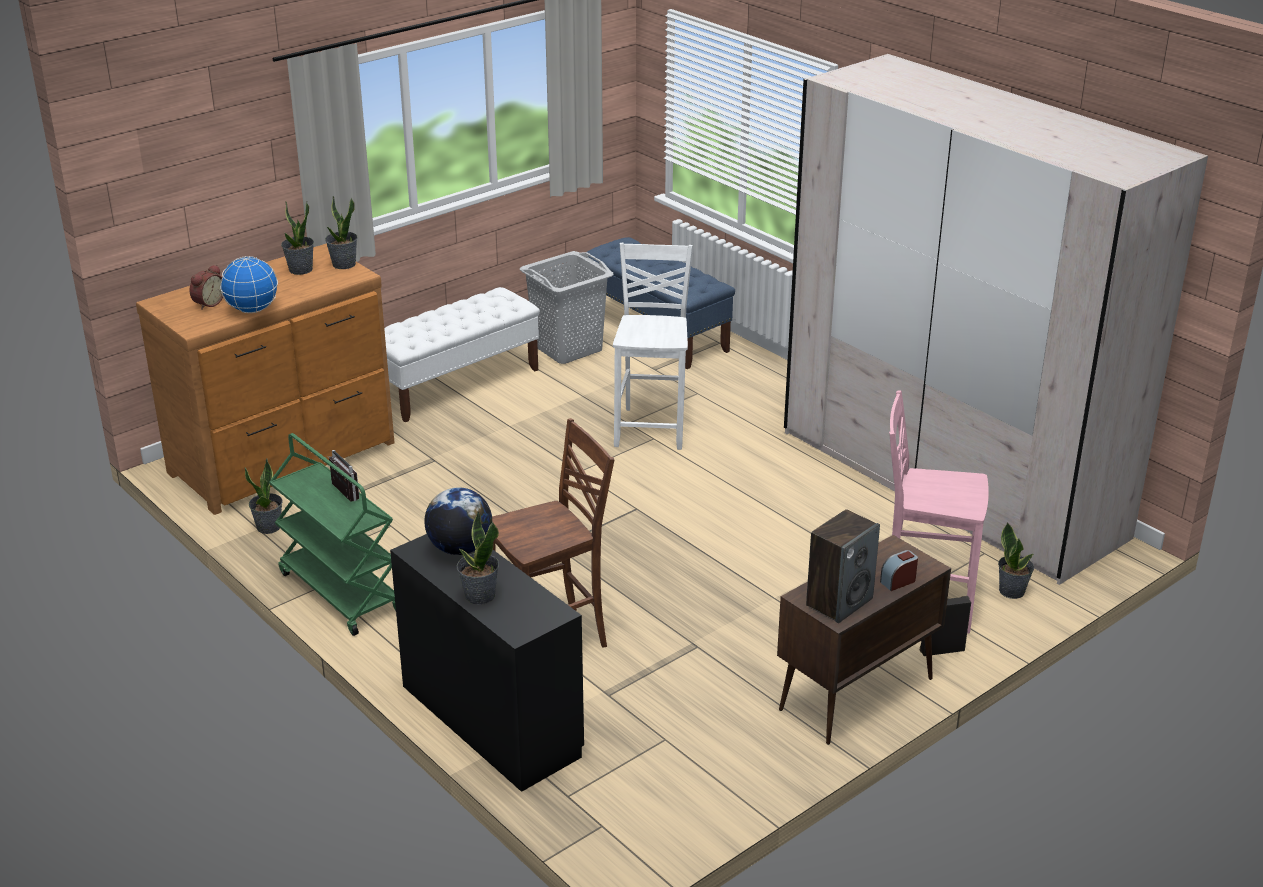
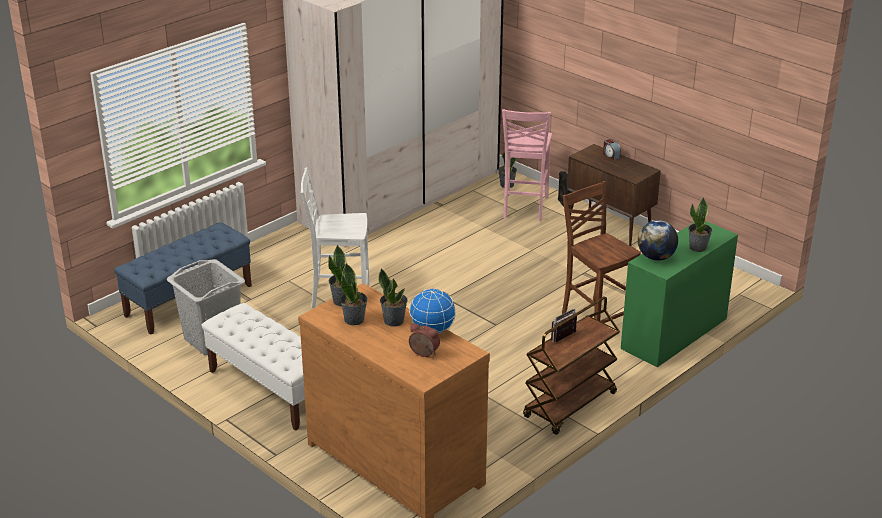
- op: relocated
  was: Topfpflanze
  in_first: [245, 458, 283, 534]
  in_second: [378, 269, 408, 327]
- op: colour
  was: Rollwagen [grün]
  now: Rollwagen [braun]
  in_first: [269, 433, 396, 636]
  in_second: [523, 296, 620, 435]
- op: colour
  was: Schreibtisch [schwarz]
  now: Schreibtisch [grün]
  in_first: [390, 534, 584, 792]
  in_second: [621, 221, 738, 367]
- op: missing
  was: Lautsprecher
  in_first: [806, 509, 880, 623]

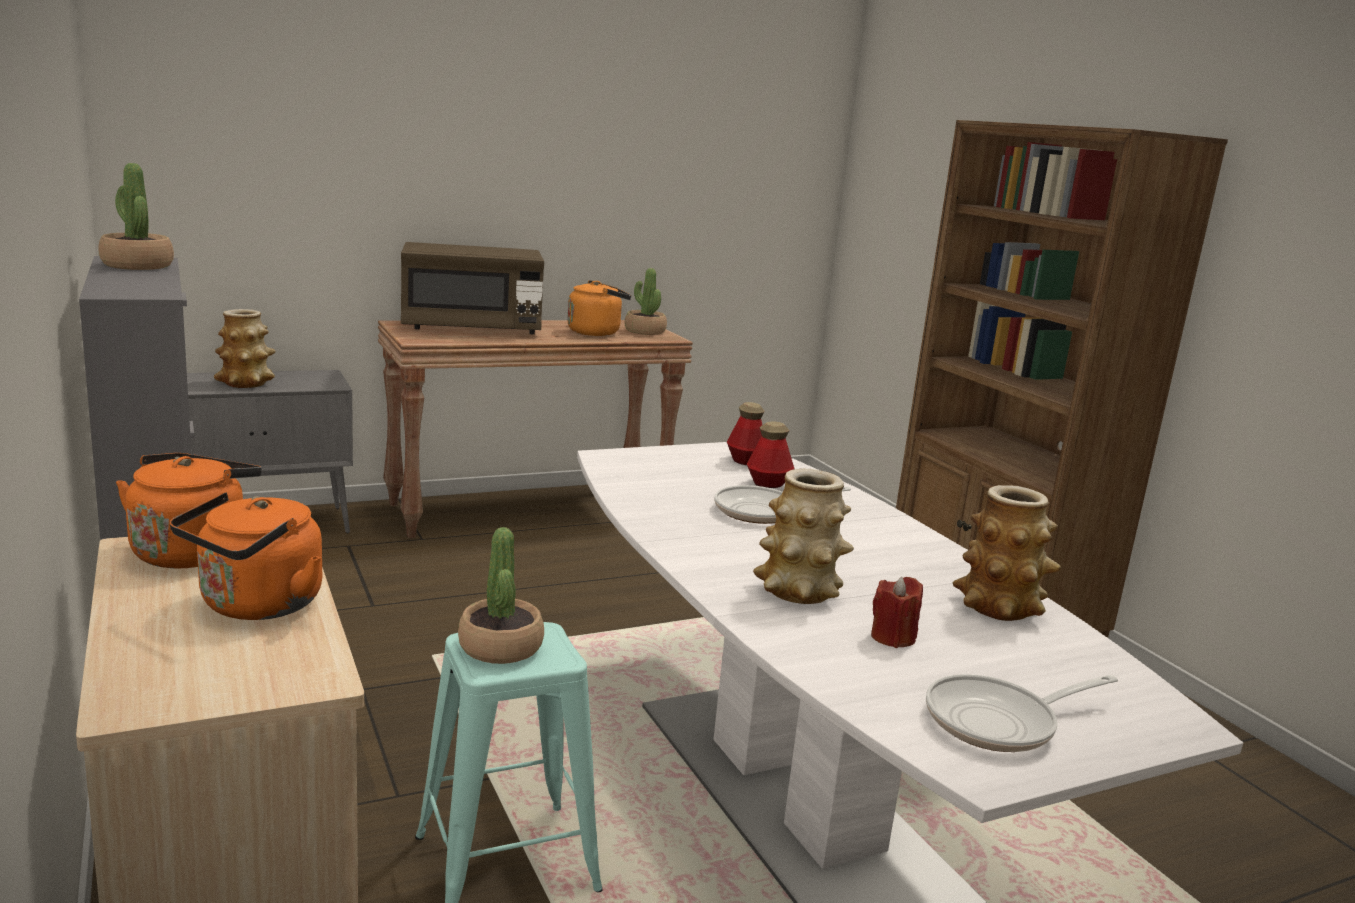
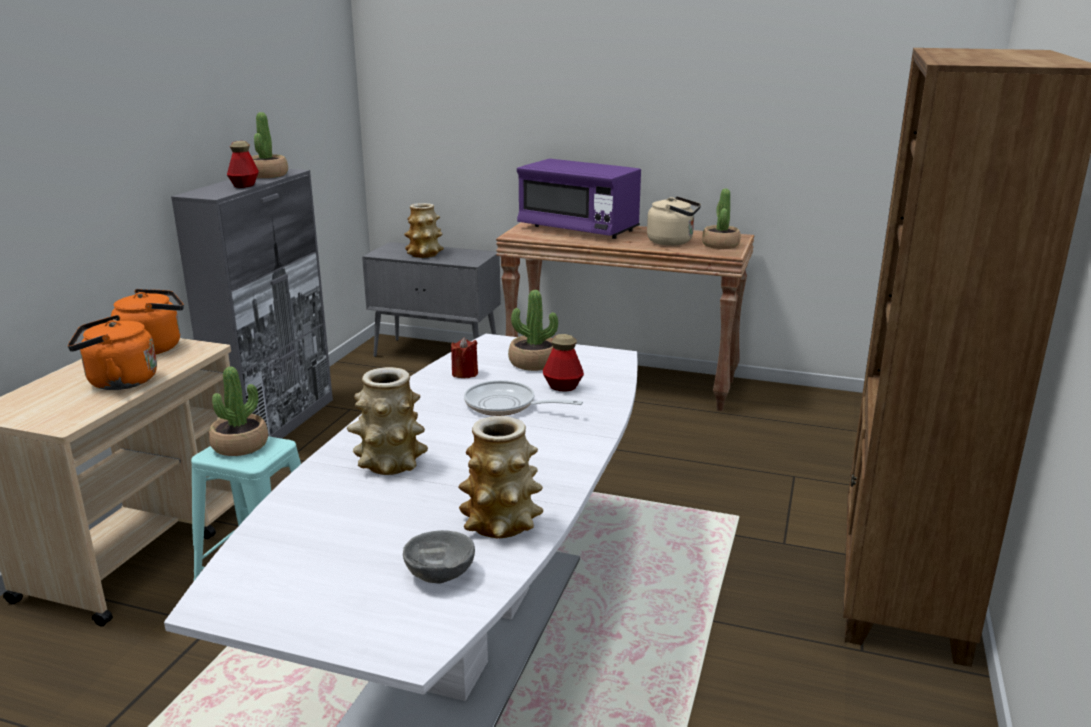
- op: colour
  was: Mikrowelle [braun]
  now: Mikrowelle [lila]
  in_first: [401, 242, 544, 334]
  in_second: [517, 159, 641, 239]
- op: colour
  was: Wasserkessel [orange]
  now: Wasserkessel [beige]
  in_first: [567, 280, 631, 336]
  in_second: [647, 196, 701, 246]
- op: relocated
  was: Flasche
  in_first: [727, 402, 764, 465]
  in_second: [227, 141, 259, 188]
- op: relocated
  was: Kerze [rot]
  in_first: [871, 576, 923, 648]
  in_second: [451, 337, 478, 378]
- op: missing
  was: Pfanne
  in_first: [926, 674, 1118, 752]
- op: appeared
  now: Schüssel [grau]
  in_second: [403, 530, 475, 583]
- op: appeared
  now: Topfpflanze
  in_second: [508, 290, 558, 371]

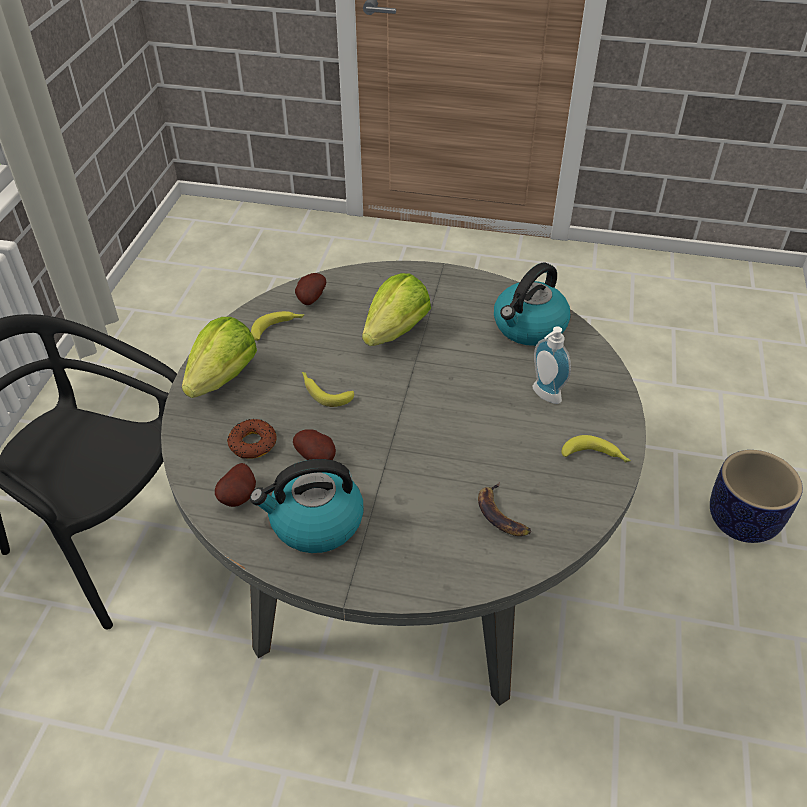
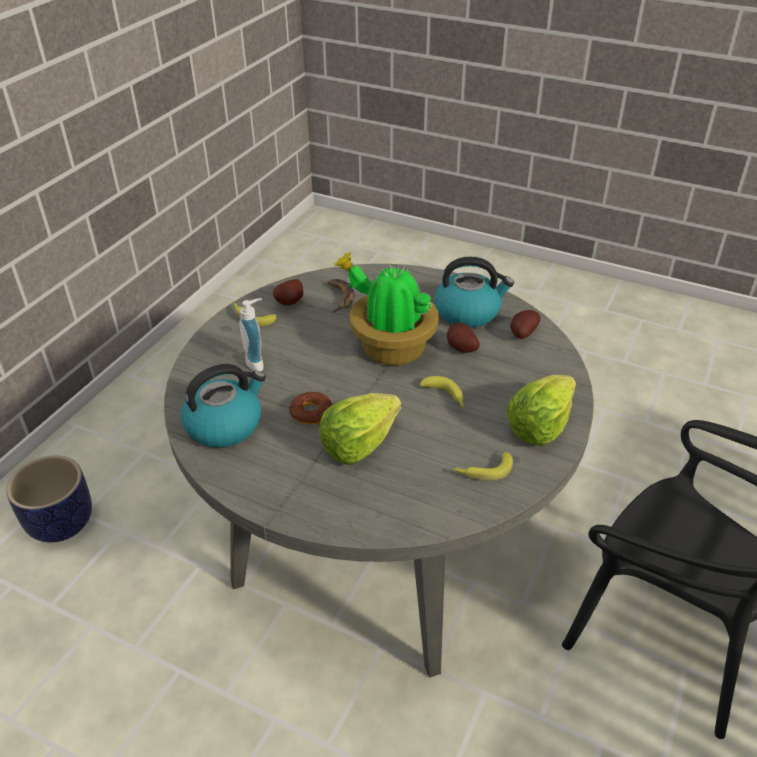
- op: relocated
  was: Donut
  in_first: [227, 419, 276, 459]
  in_second: [289, 392, 332, 424]
- op: relocated
  was: Kartoffel
  in_first: [295, 273, 326, 305]
  in_second: [273, 279, 303, 305]
- op: appeared
  now: Topfpflanze
  in_second: [334, 252, 439, 365]

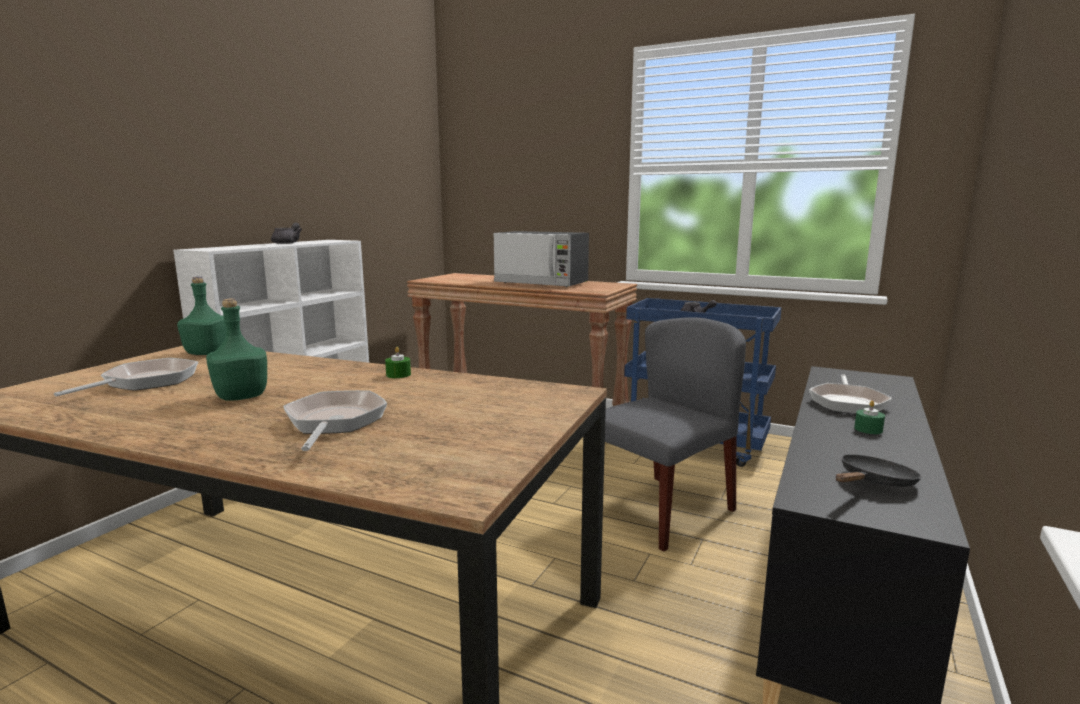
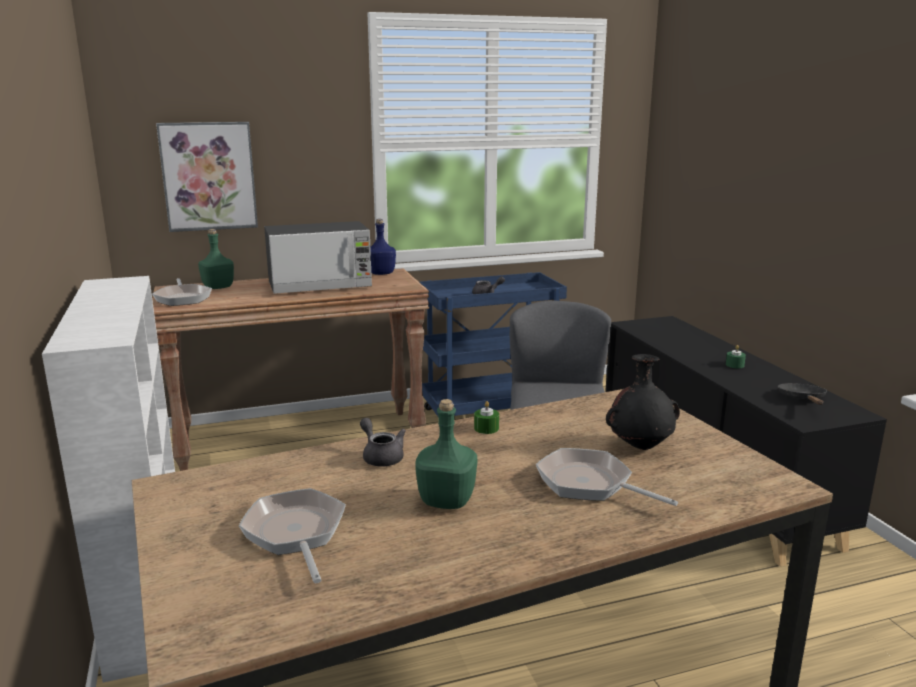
- op: relocated
  was: Flasche [grün]
  in_first: [177, 277, 227, 355]
  in_second: [198, 229, 234, 289]
- op: relocated
  was: Teekanne [grau]
  in_first: [271, 223, 302, 244]
  in_second: [360, 418, 406, 467]
- op: relocated
  was: Pfanne
  in_first: [809, 374, 892, 414]
  in_second: [152, 278, 212, 306]
- op: appeared
  now: Bild
  in_second: [156, 122, 258, 232]
- op: appeared
  now: Flasche [blau]
  in_second: [370, 219, 396, 275]
- op: appeared
  now: Vase [schwarz]
  in_second: [606, 354, 680, 450]

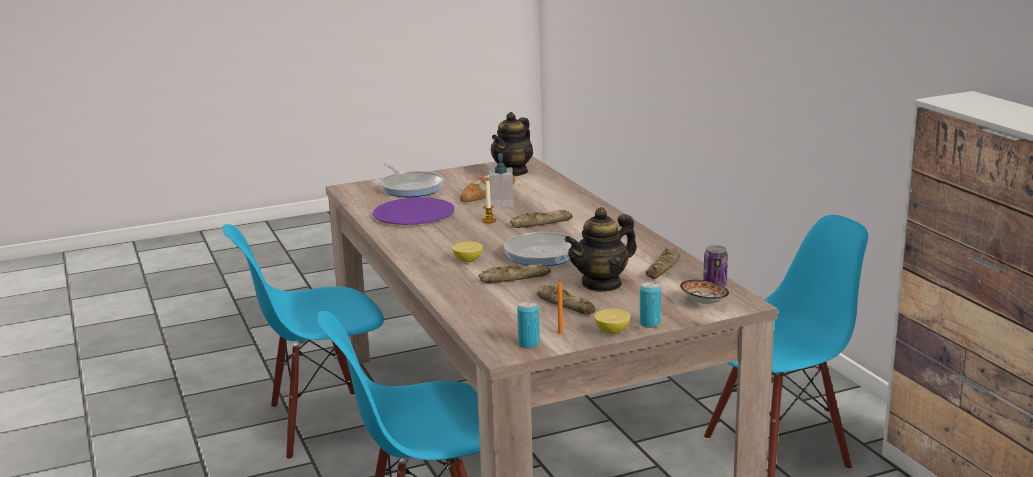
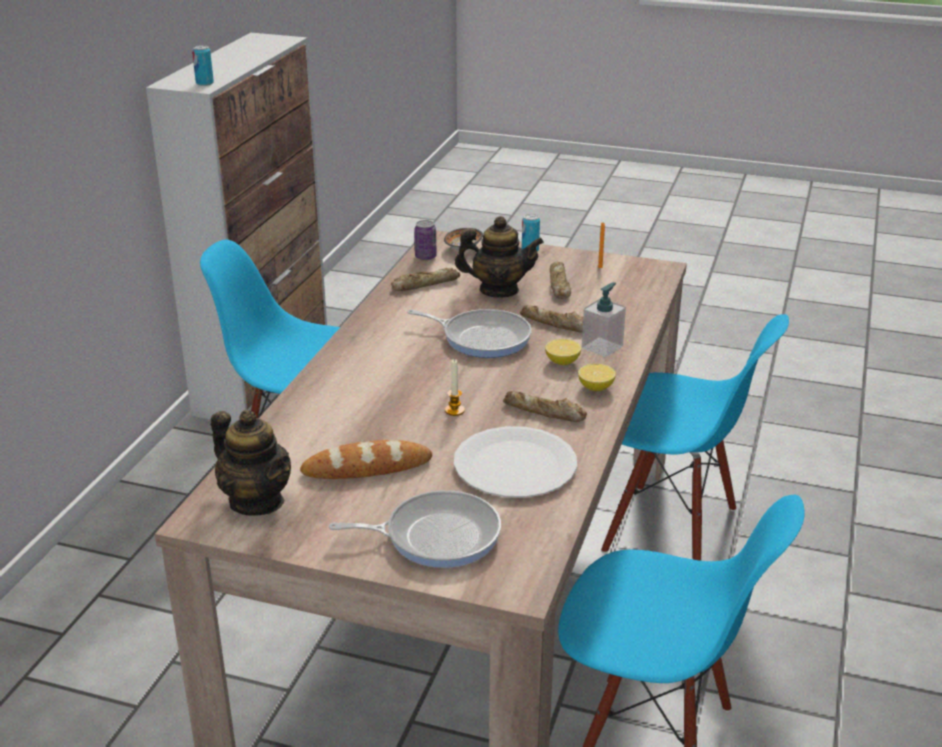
- op: colour
  was: Teller [lila]
  now: Teller [weiß]
  in_first: [373, 197, 454, 225]
  in_second: [454, 426, 577, 498]
- op: spun
  was: Pfanne
  in_first: [380, 163, 444, 197]
  in_second: [329, 490, 501, 568]
  clockwise: 75
- op: relocated
  was: Seifenspender
  in_first: [489, 153, 514, 207]
  in_second: [582, 282, 626, 357]
- op: spun
  was: Teekanne
  in_first: [491, 112, 533, 176]
  in_second: [211, 410, 291, 516]
  clockwise: 60
- op: relocated
  was: Brot
  in_first: [510, 210, 573, 228]
  in_second: [503, 391, 587, 422]
- op: relocated
  was: Dose
  in_first: [517, 301, 540, 349]
  in_second: [192, 45, 214, 86]
- op: relocated
  was: Zitrone
  in_first: [594, 309, 630, 334]
  in_second: [578, 364, 616, 391]

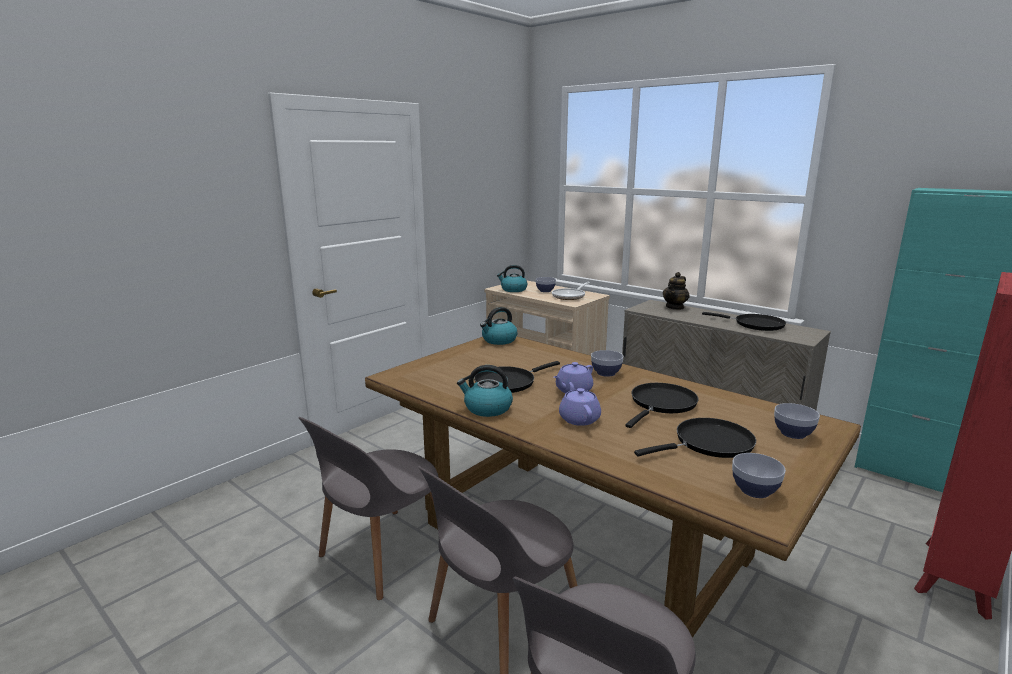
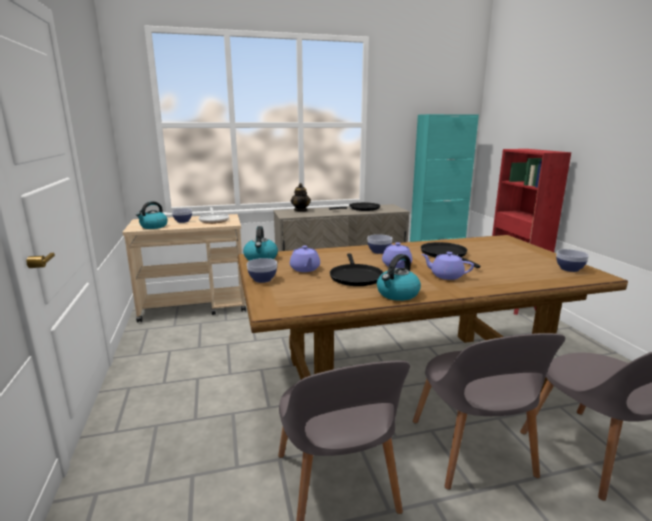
- op: missing
  was: Pfanne [schwarz]
  in_first: [634, 418, 756, 458]
- op: relocated
  was: Schüssel
  in_first: [774, 403, 820, 439]
  in_second: [247, 258, 277, 283]
- op: appeared
  now: Teekanne [lila]
  in_second: [290, 246, 320, 272]

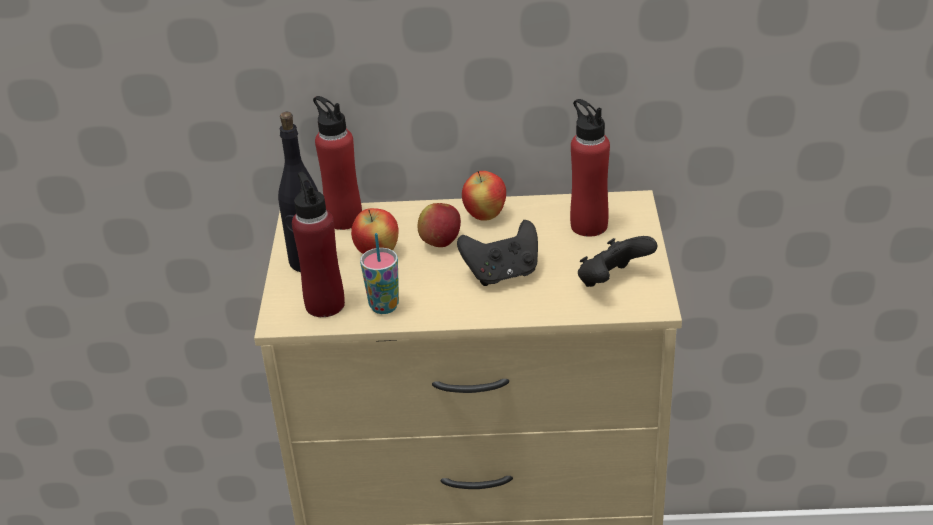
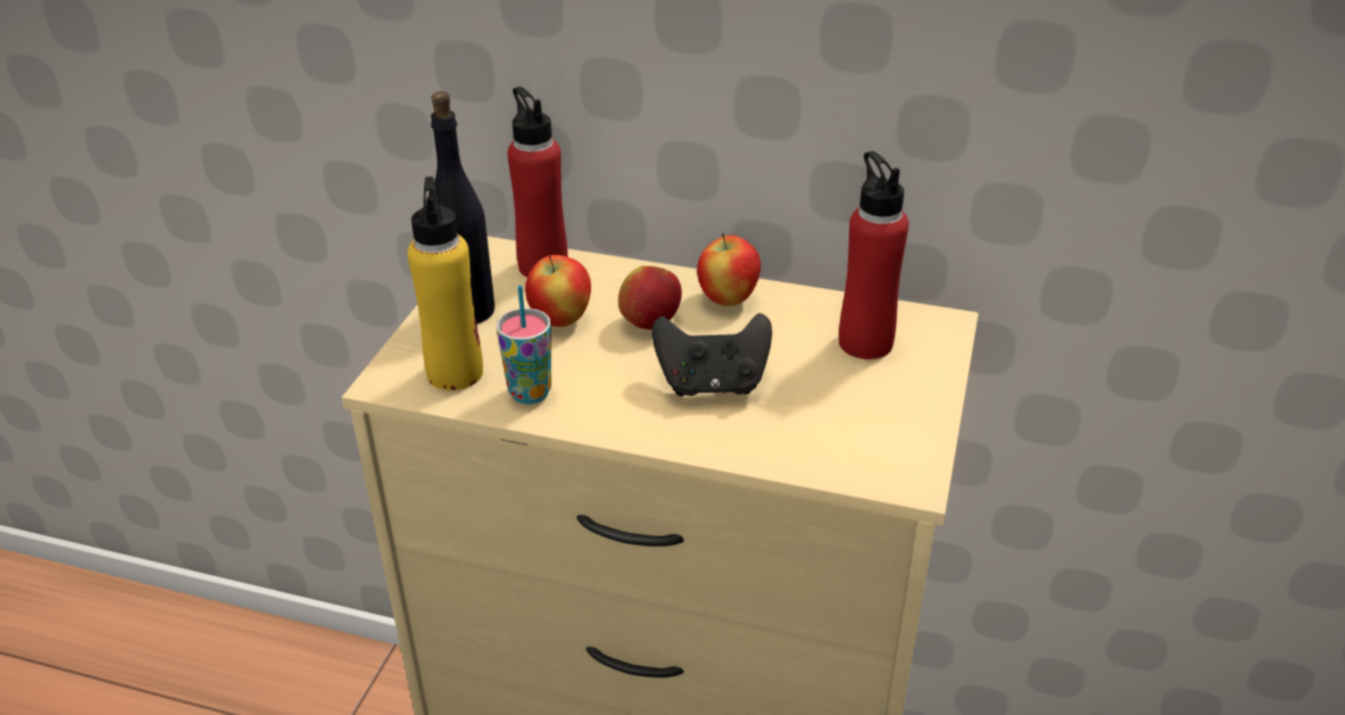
- op: colour
  was: Flasche [rot]
  now: Flasche [gelb]
  in_first: [292, 172, 345, 317]
  in_second: [408, 176, 483, 391]
- op: missing
  was: Gamepad [schwarz]
  in_first: [578, 236, 657, 287]

